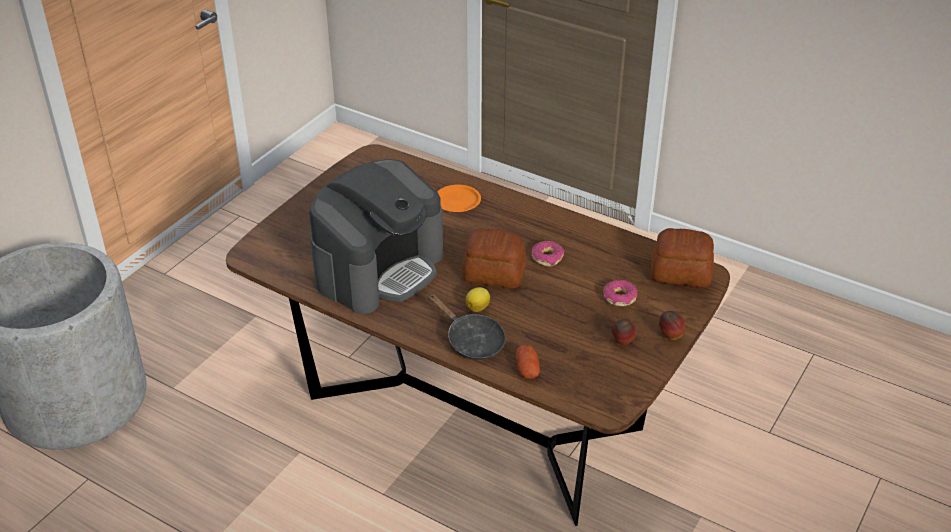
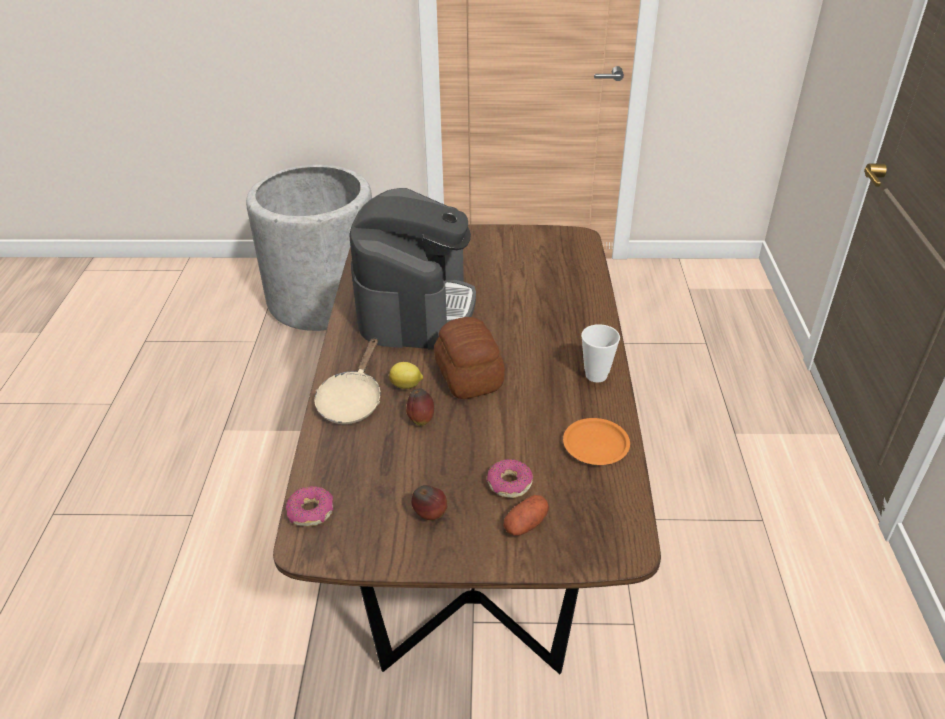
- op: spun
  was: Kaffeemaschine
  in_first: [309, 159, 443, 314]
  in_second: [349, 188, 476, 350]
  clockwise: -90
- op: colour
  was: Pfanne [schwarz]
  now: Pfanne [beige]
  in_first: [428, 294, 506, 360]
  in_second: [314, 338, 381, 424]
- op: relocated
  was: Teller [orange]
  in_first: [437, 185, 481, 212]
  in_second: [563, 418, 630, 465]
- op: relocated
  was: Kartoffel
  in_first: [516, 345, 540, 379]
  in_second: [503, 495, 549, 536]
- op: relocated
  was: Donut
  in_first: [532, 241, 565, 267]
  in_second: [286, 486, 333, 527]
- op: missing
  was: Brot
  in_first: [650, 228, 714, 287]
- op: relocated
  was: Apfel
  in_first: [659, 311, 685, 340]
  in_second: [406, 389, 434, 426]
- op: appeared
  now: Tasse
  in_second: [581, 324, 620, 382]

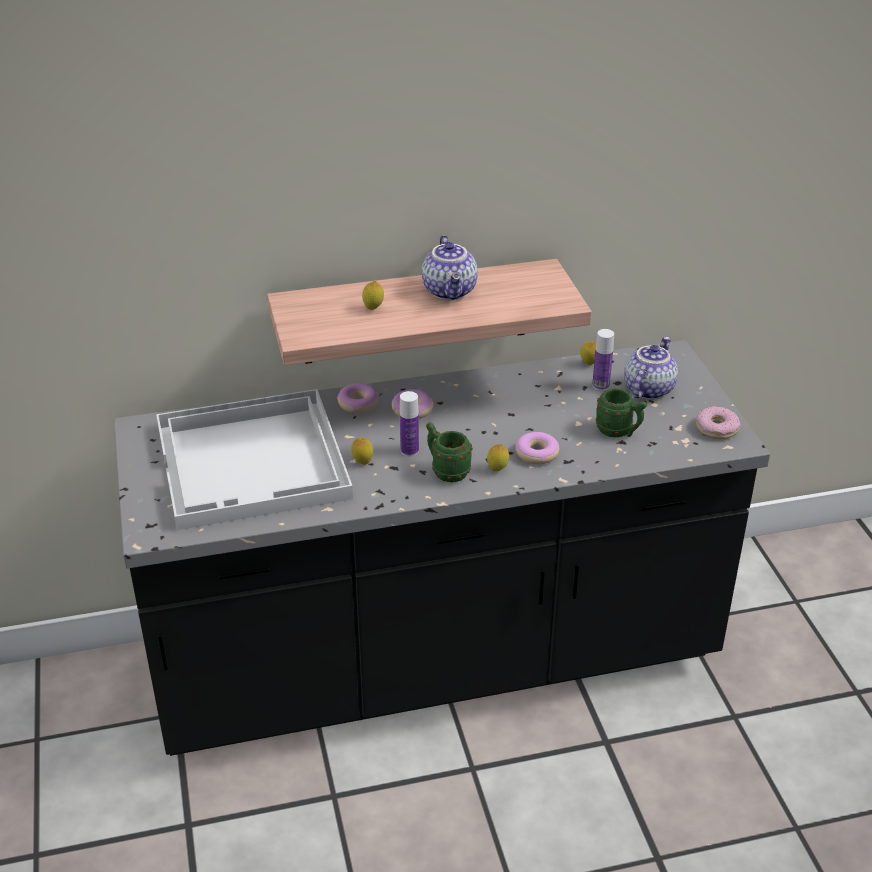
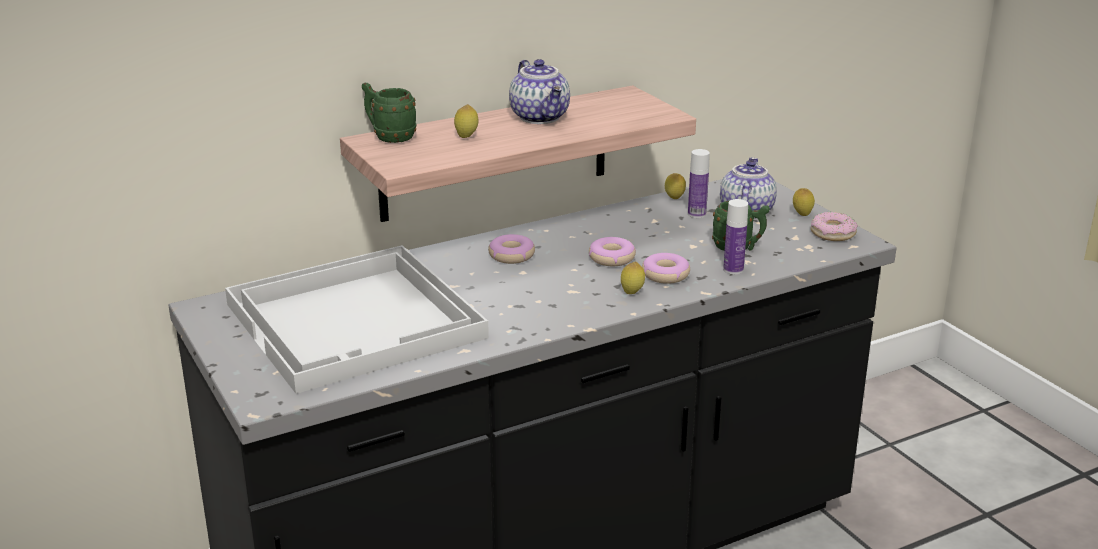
- op: relocated
  was: Donut
  in_first: [337, 383, 379, 413]
  in_second: [589, 237, 636, 266]
- op: relocated
  was: Zitrone
  in_first: [351, 437, 373, 465]
  in_second: [793, 188, 815, 216]
- op: relocated
  was: Flasche
  in_first: [400, 391, 419, 456]
  in_second: [723, 199, 748, 274]
- op: relocated
  was: Henkelbecher [grün]
  in_first: [426, 422, 472, 482]
  in_second: [362, 83, 416, 143]

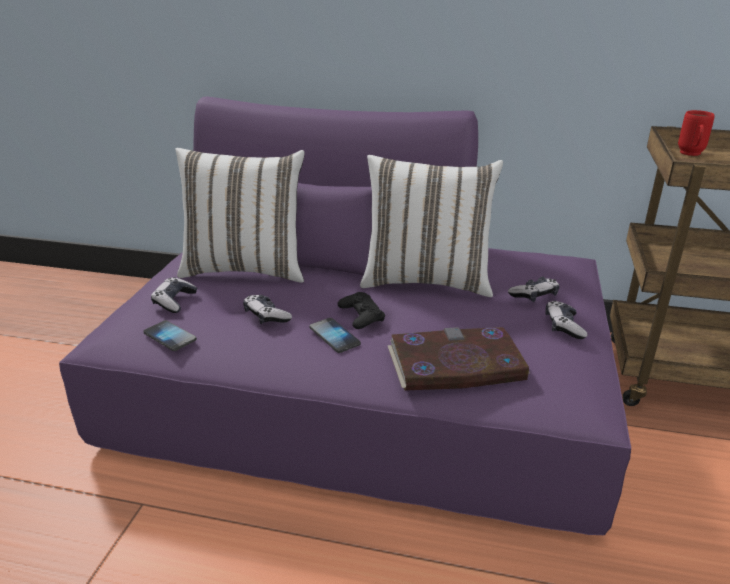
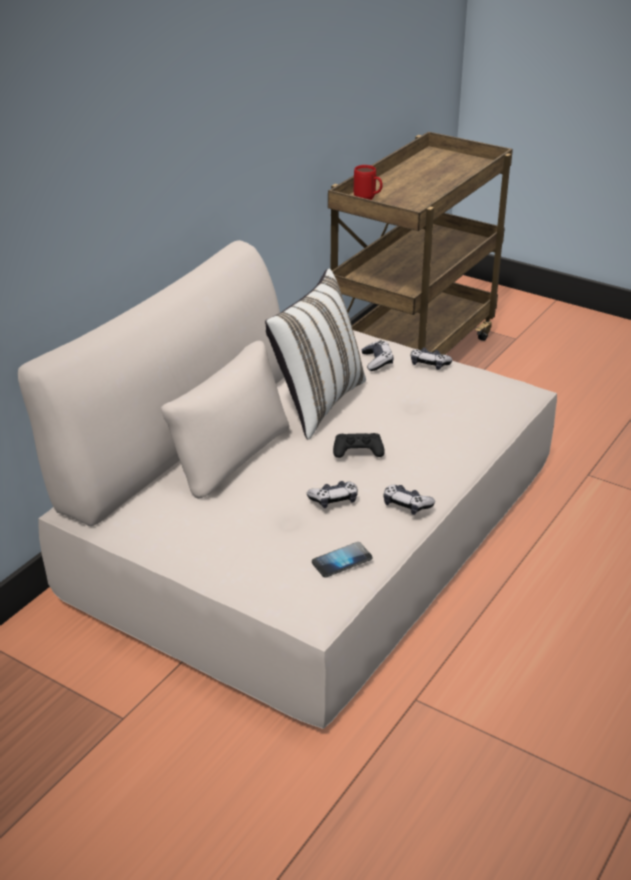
- op: colour
  was: Sofa [lila]
  now: Sofa [beige]
  in_first: [59, 97, 631, 535]
  in_second: [18, 240, 557, 729]
- op: relocated
  was: Gamepad
  in_first: [151, 277, 197, 313]
  in_second: [384, 485, 435, 515]
- op: missing
  was: Kissen [weiß]
  in_first: [175, 148, 305, 283]
- op: missing
  was: Handy
  in_first: [309, 318, 361, 353]
- op: missing
  was: Buch
  in_first: [387, 327, 530, 390]

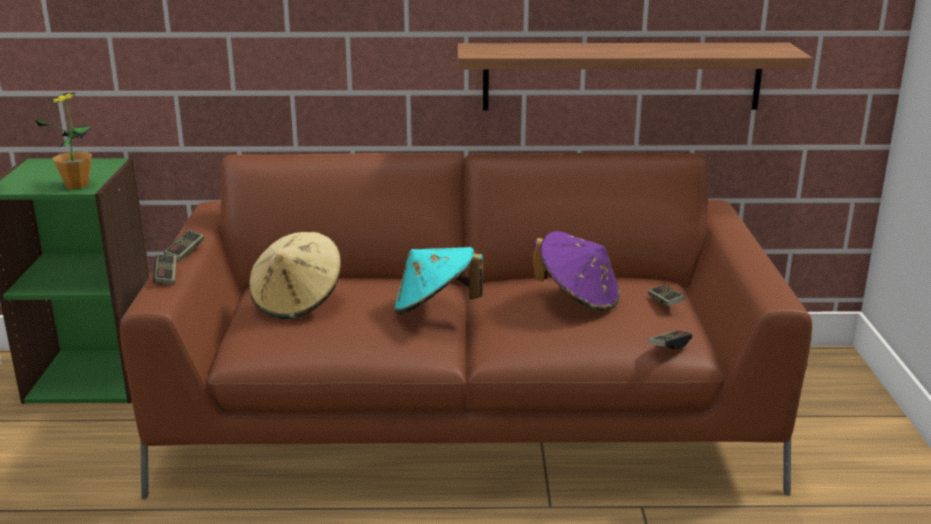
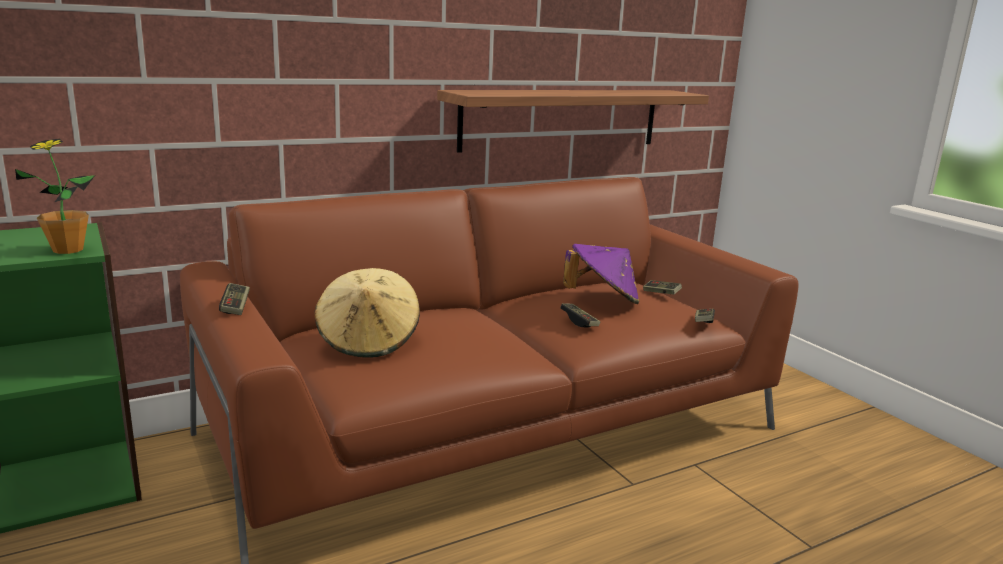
- op: relocated
  was: Gamepad
  in_first: [153, 254, 177, 285]
  in_second: [560, 303, 600, 327]
- op: missing
  was: Hut [türkis]
  in_first: [394, 247, 483, 315]

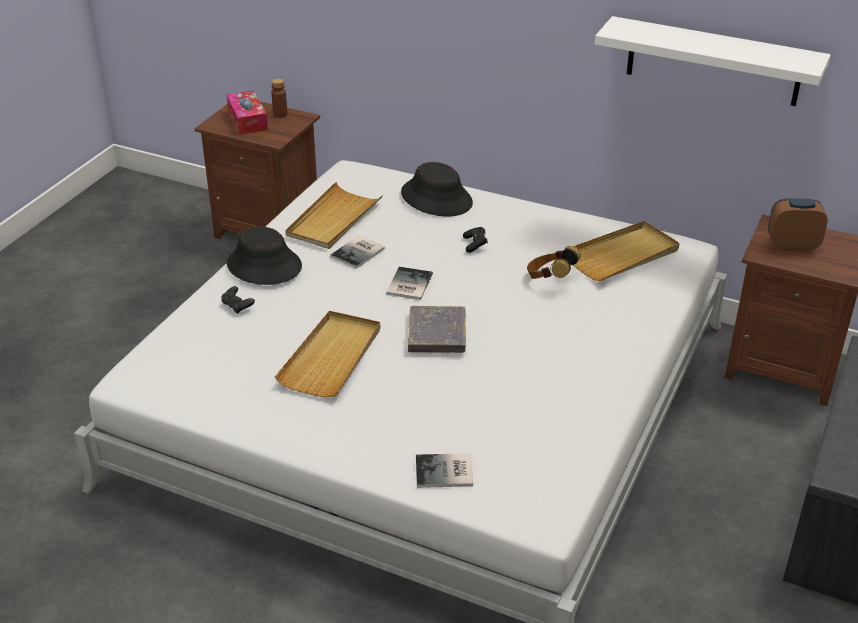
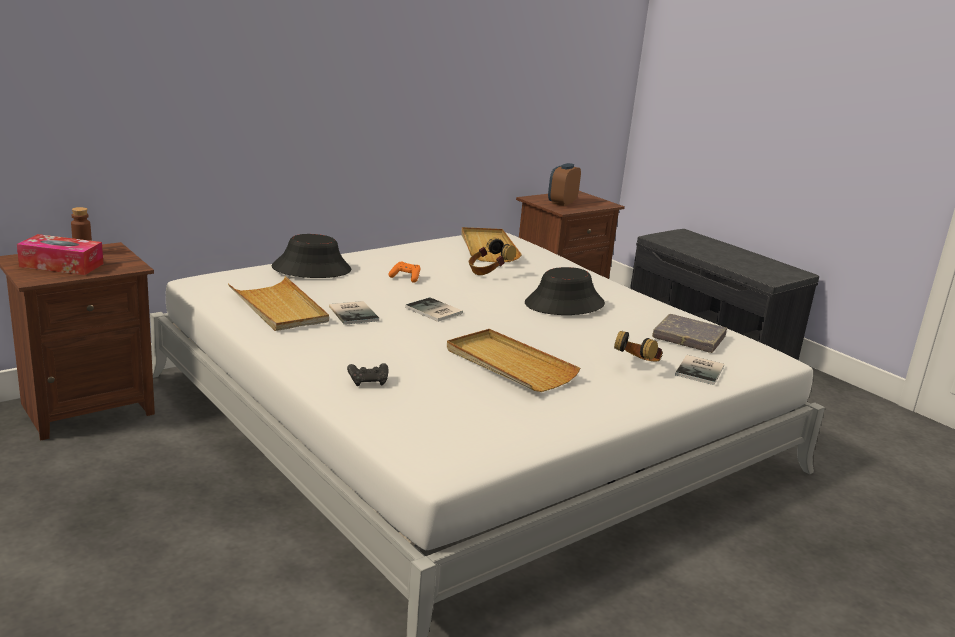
- op: relocated
  was: Hut [schwarz]
  in_first: [227, 226, 302, 285]
  in_second: [525, 267, 605, 315]
- op: relocated
  was: Buch [grau]
  in_first: [408, 306, 466, 353]
  in_second: [652, 314, 727, 353]
- op: colour
  was: Gamepad [schwarz]
  now: Gamepad [orange]
  in_first: [463, 227, 488, 253]
  in_second: [389, 261, 421, 283]
- op: missing
  was: Wandregal [weiß]
  in_first: [595, 16, 831, 106]
- op: appeared
  now: Kopfhörer
  in_second: [614, 331, 663, 362]

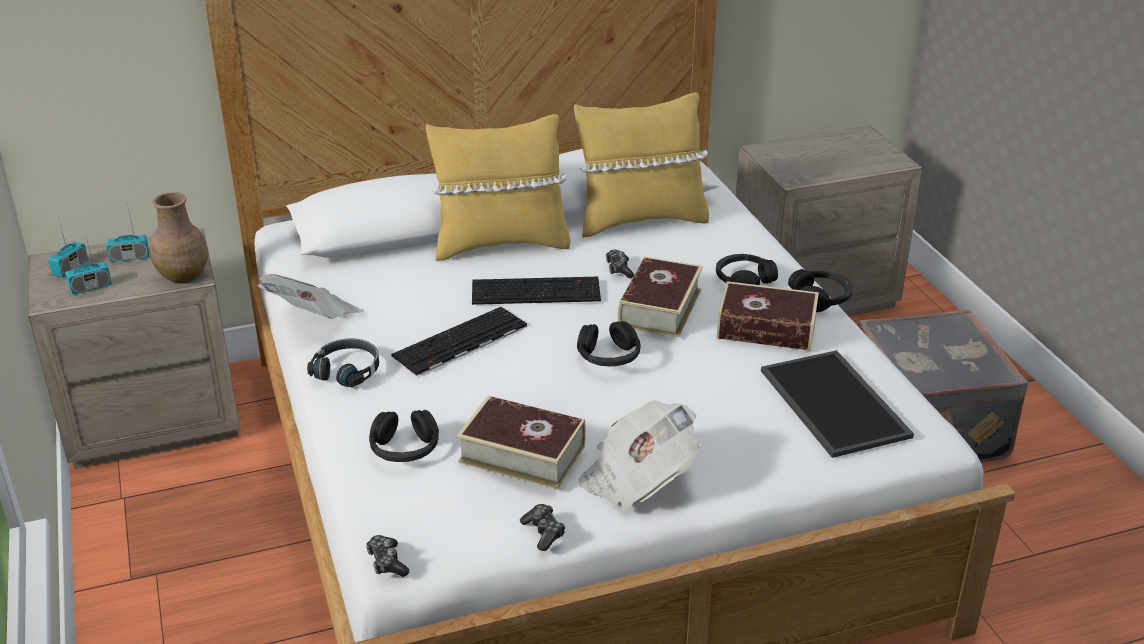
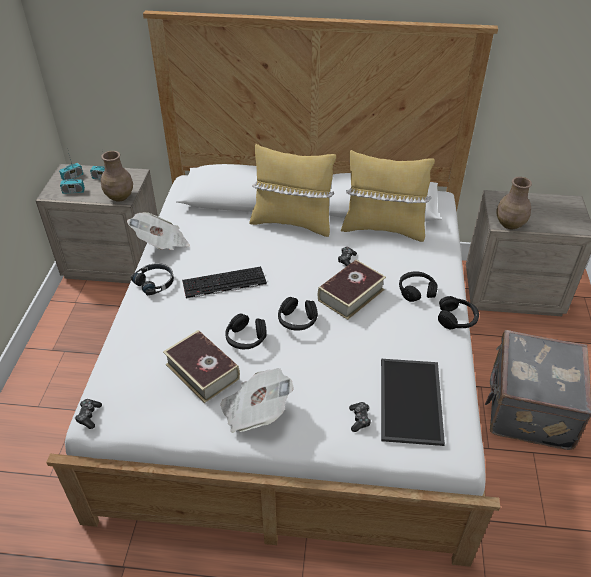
- op: relocated
  was: Kopfhörer [schwarz]
  in_first: [369, 410, 439, 462]
  in_second: [225, 314, 267, 349]
- op: missing
  was: Tastatur
  in_first: [472, 277, 601, 305]
- op: relocated
  was: Gamepad
  in_first: [520, 504, 565, 551]
  in_second: [349, 402, 371, 432]
- op: missing
  was: Buch
  in_first: [717, 281, 819, 351]
- op: appeared
  now: Vase [braun]
  in_second: [497, 177, 532, 229]

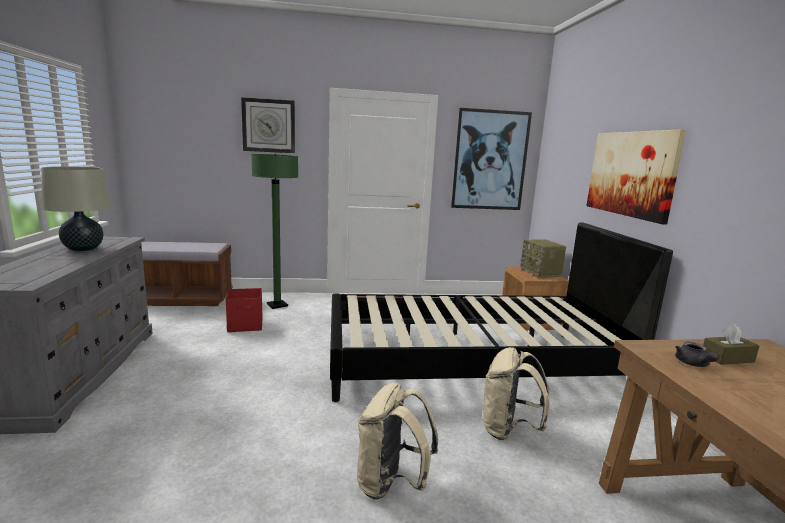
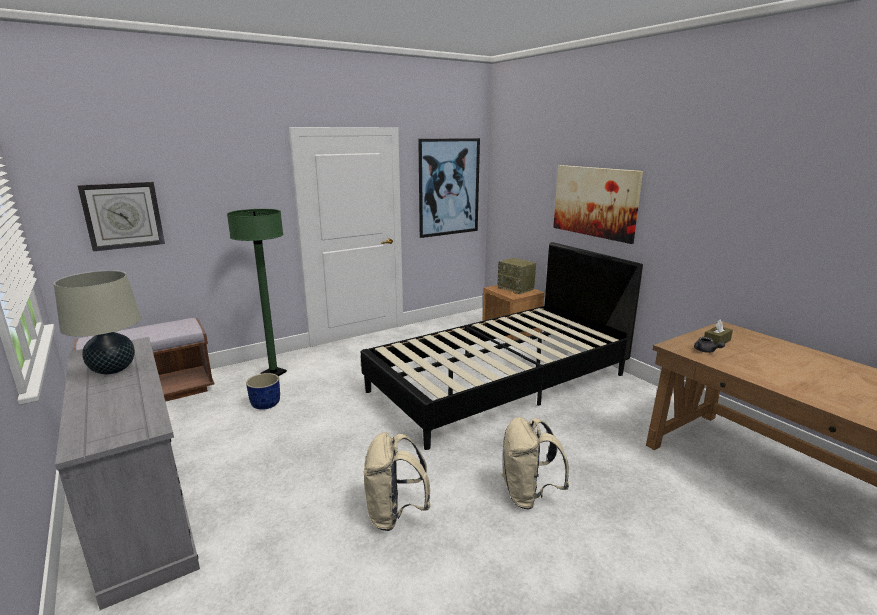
- op: exchanged
  was: Aufbewahrungsbox [rot]
  now: Pflanzkübel [blau]
  in_first: [226, 288, 262, 332]
  in_second: [246, 373, 280, 410]
- op: relocated
  was: Wanduhr
  in_first: [241, 97, 295, 153]
  in_second: [77, 182, 165, 251]
- op: relocated
  was: Rucksack [beige]
  in_first: [483, 347, 550, 440]
  in_second: [363, 432, 431, 531]

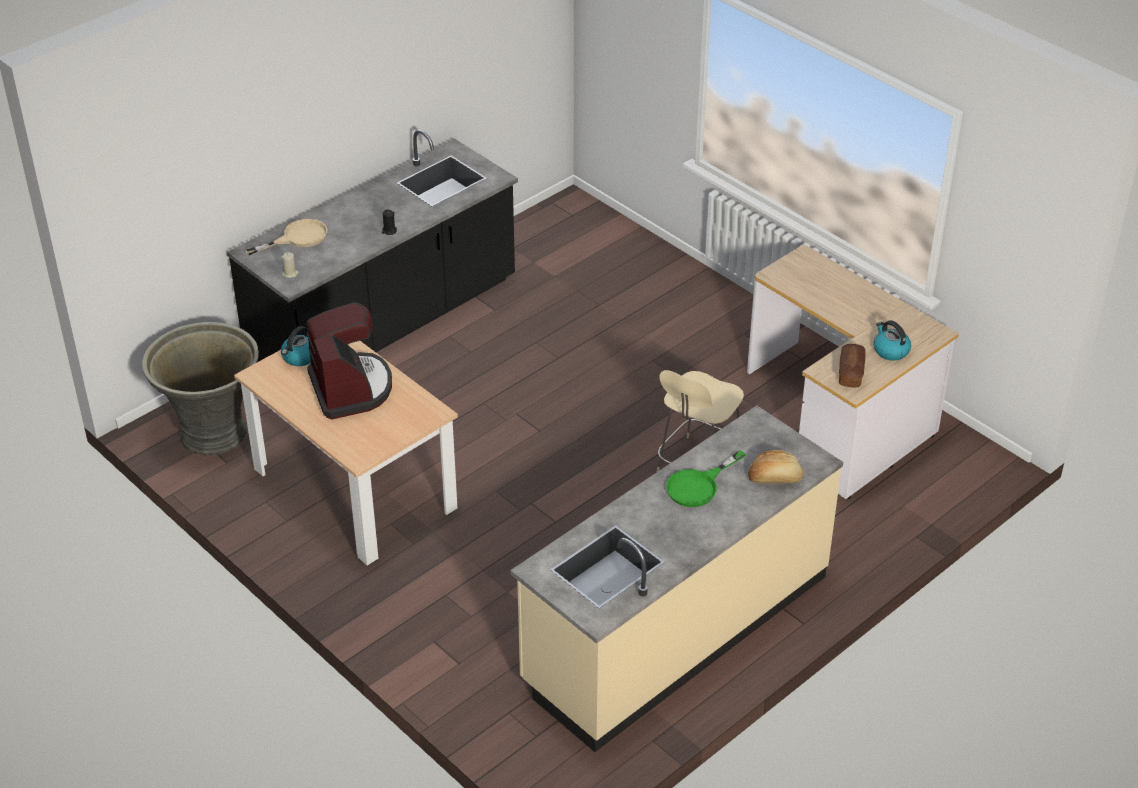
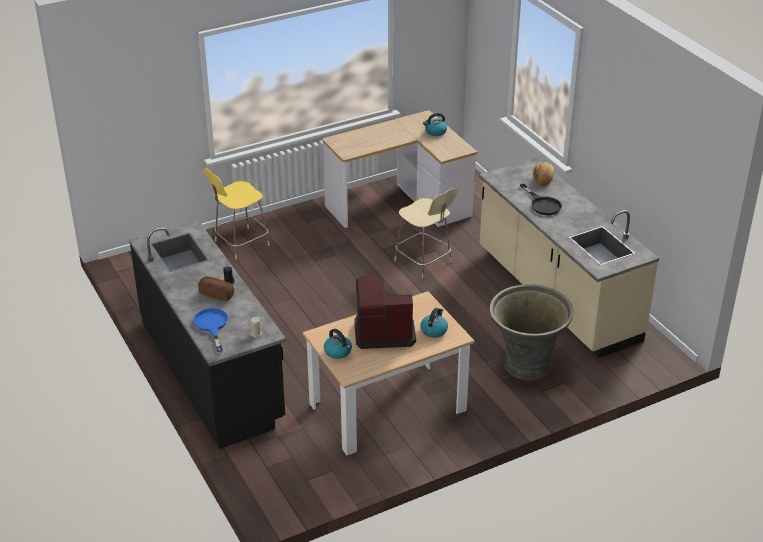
- op: relocated
  was: Pflanzkübel [grau]
  in_first: [142, 322, 259, 455]
  in_second: [490, 284, 573, 381]
- op: colour
  was: Pfanne [beige]
  now: Pfanne [blau]
  in_first: [246, 219, 327, 255]
  in_second: [193, 308, 228, 352]
- op: colour
  was: Pfanne [grün]
  now: Pfanne [schwarz]
  in_first: [666, 450, 746, 507]
  in_second: [520, 183, 562, 215]
- op: relocated
  was: Brot
  in_first: [839, 344, 866, 387]
  in_second: [198, 276, 234, 301]
- op: appeared
  now: Hocker [gelb]
  in_second: [204, 168, 270, 259]
- op: appeared
  now: Wasserkessel
  in_second: [420, 308, 448, 338]

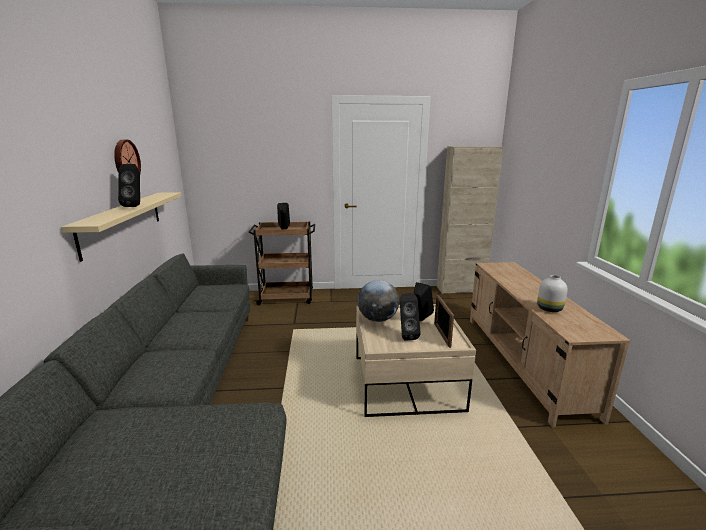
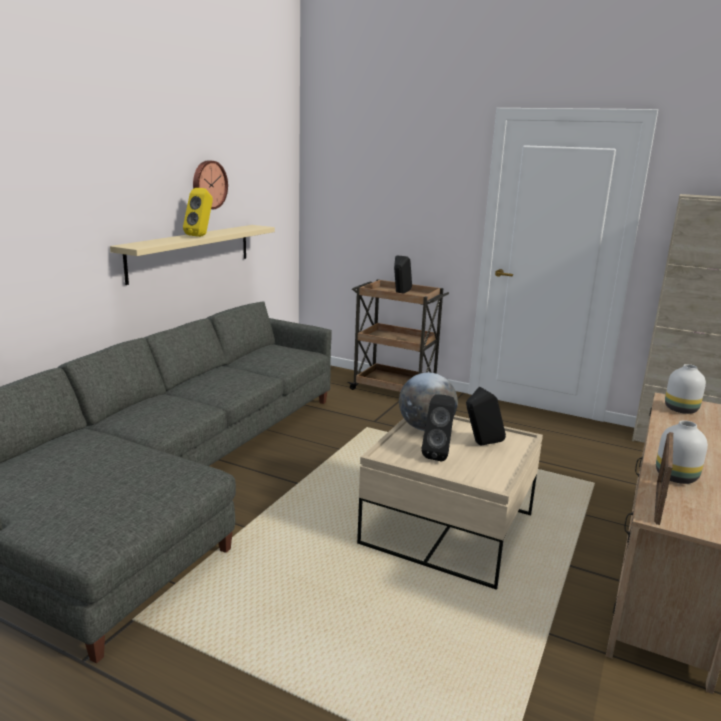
- op: colour
  was: Lautsprecher [schwarz]
  now: Lautsprecher [gelb]
  in_first: [118, 164, 140, 207]
  in_second: [183, 188, 213, 237]
- op: relocated
  was: Bilderrahmen
  in_first: [434, 295, 454, 348]
  in_second: [654, 432, 673, 525]
- op: appeared
  now: Vase [weiß]
  in_second: [665, 364, 706, 414]

